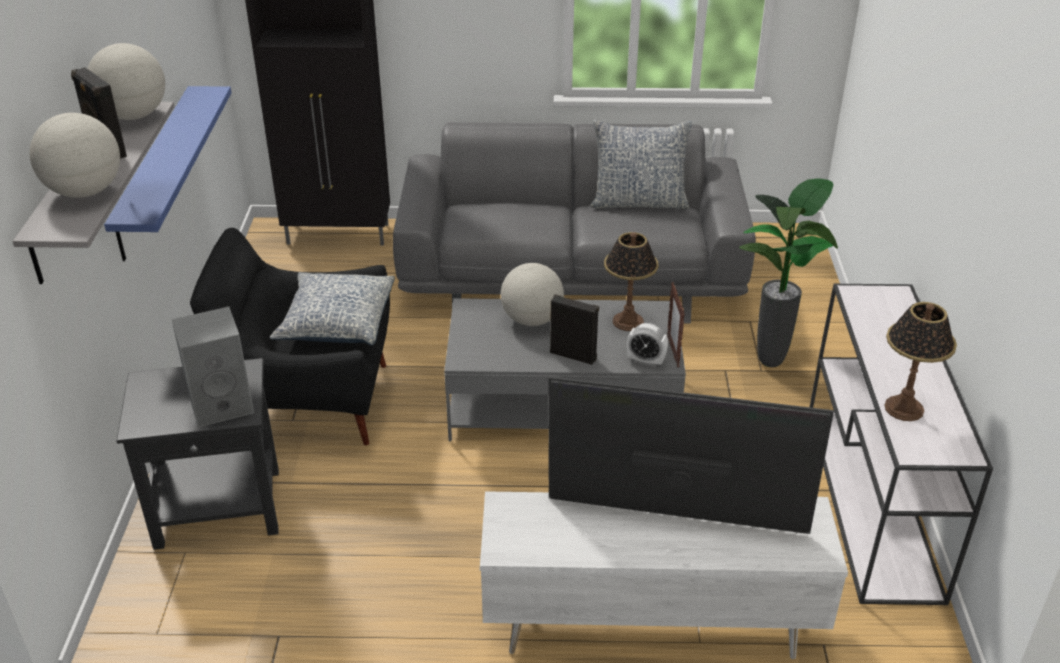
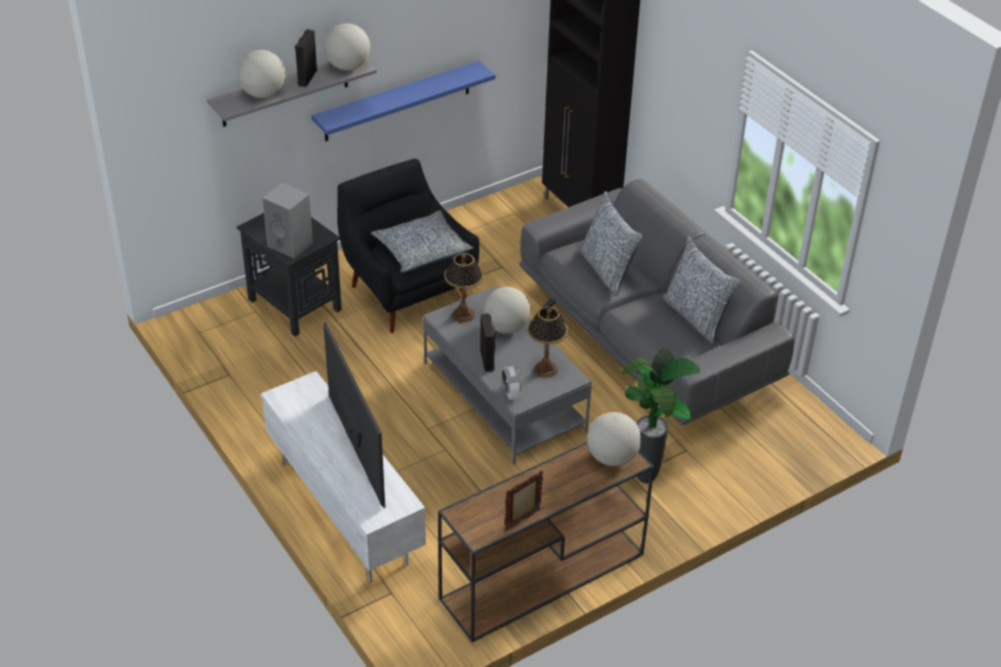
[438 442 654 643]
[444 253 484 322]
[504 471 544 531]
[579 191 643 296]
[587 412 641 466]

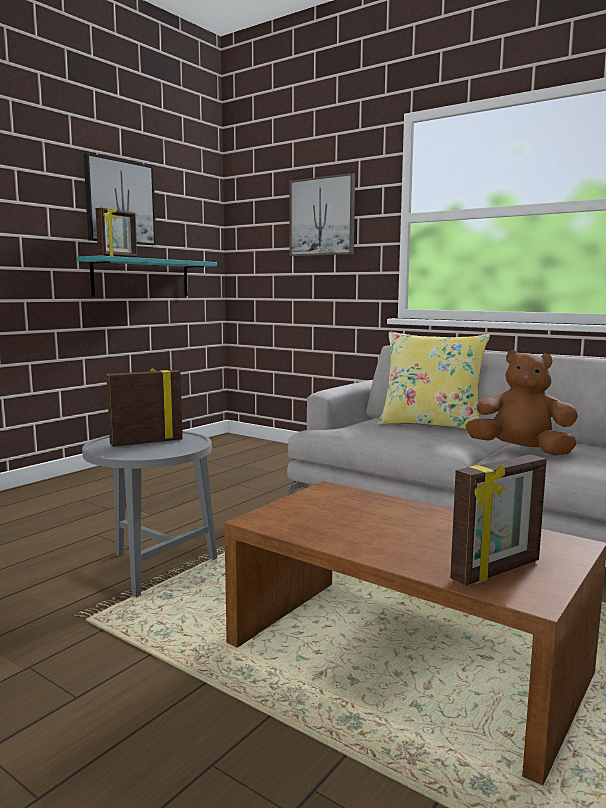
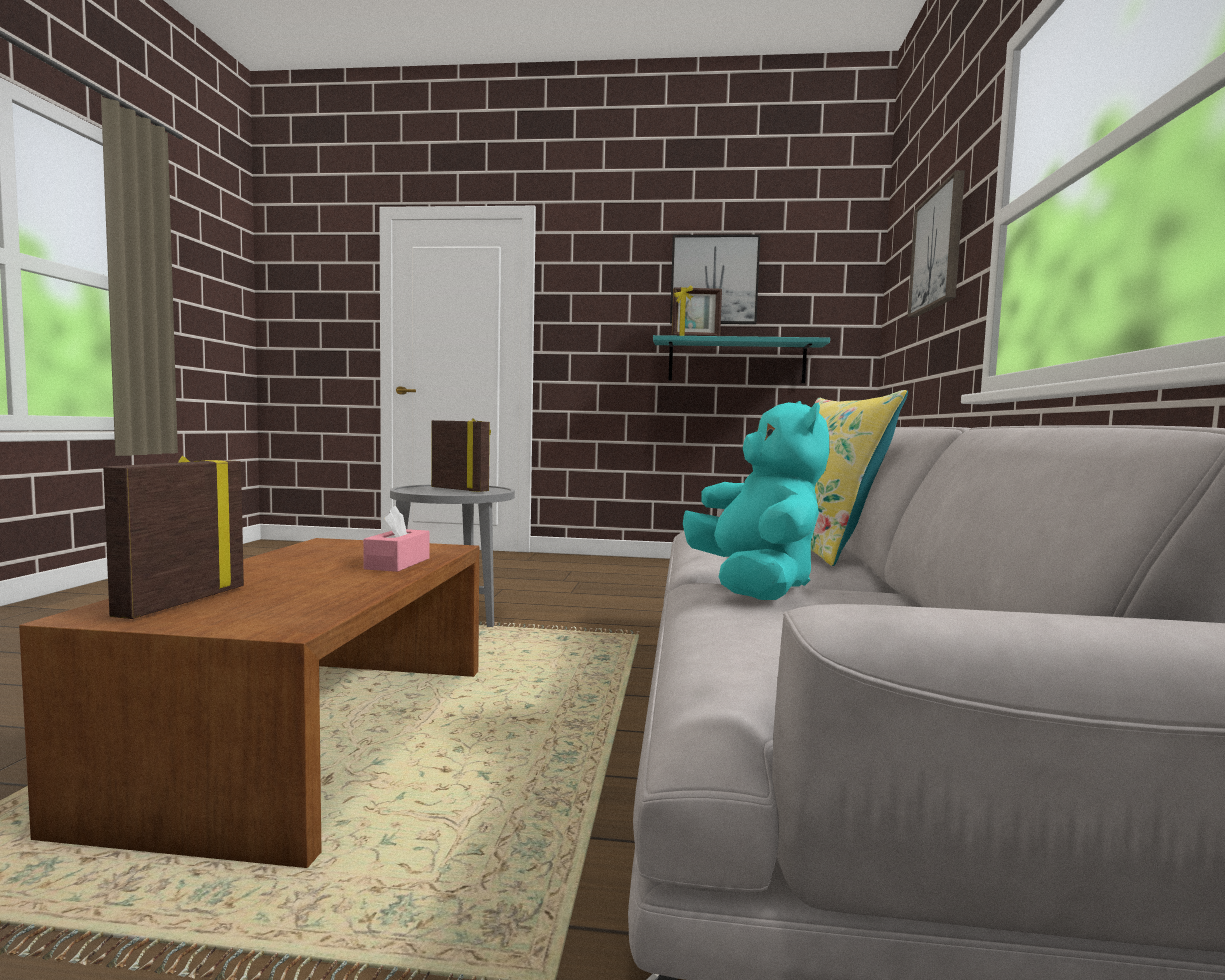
[103 456 244 619]
[363 506 429 572]
[683 401 829 600]

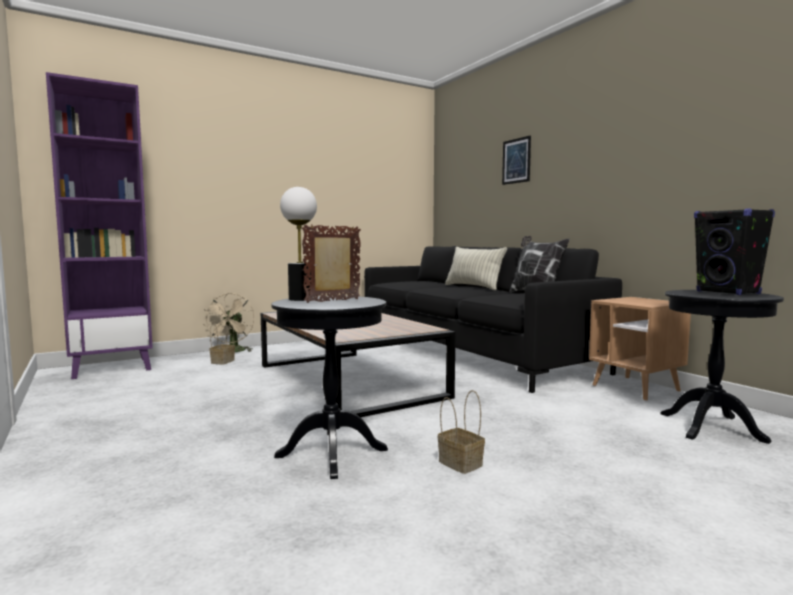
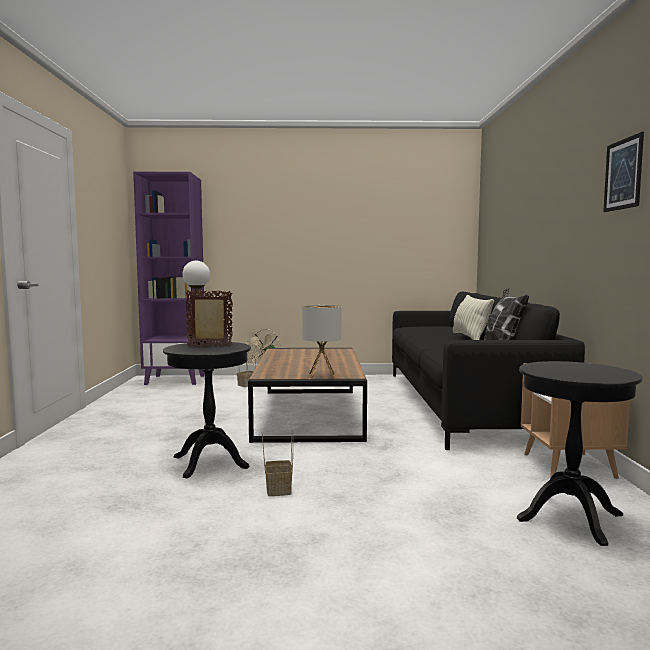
[302 305 341 379]
[603 132 644 212]
[694 208 775 295] (first image)

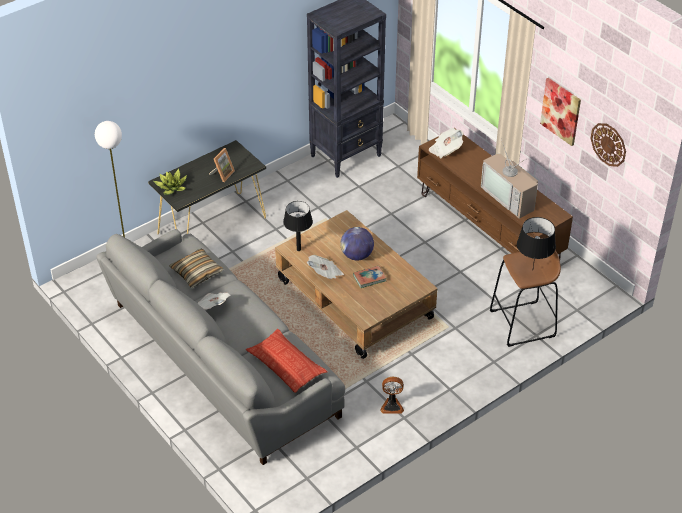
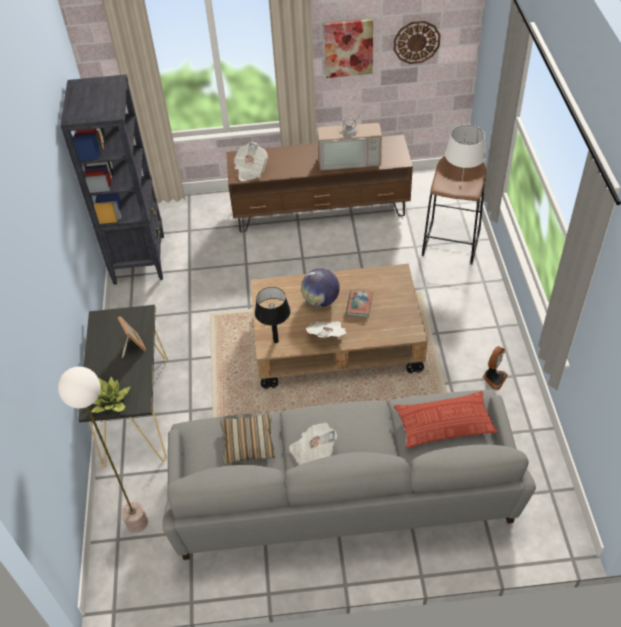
[445 124 486 181]

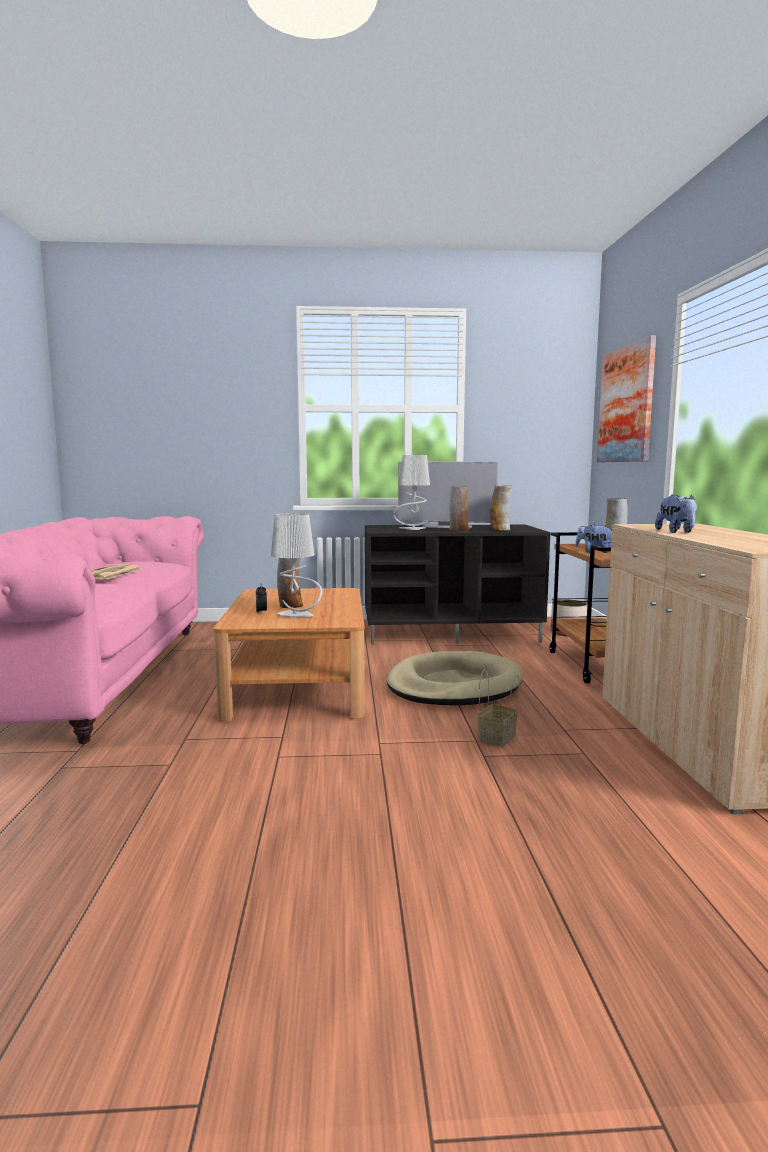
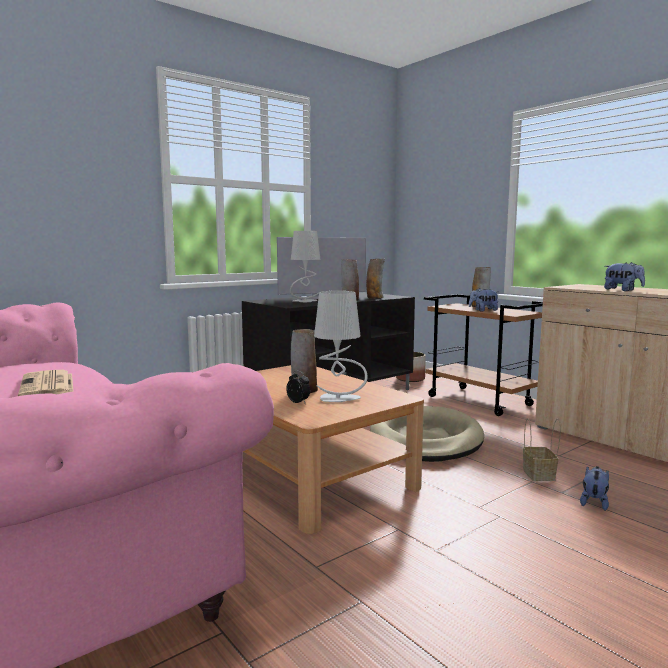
[580 466 609 511]
[597 335 656 462] (first image)

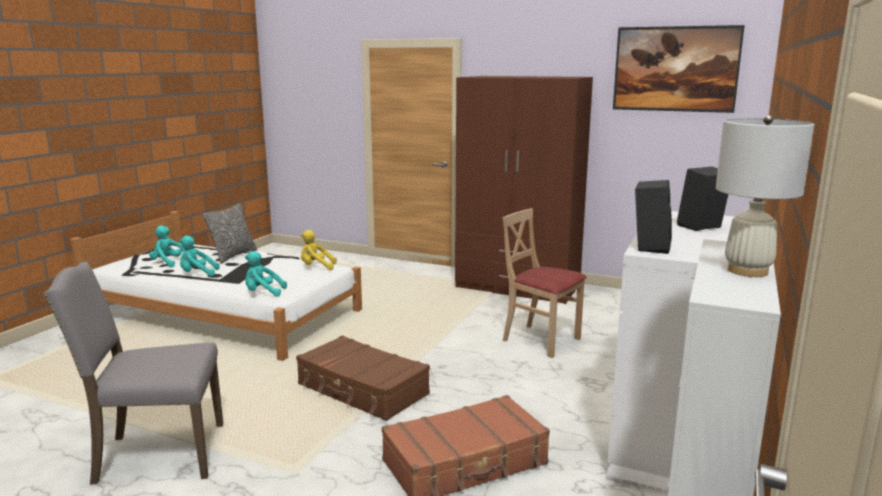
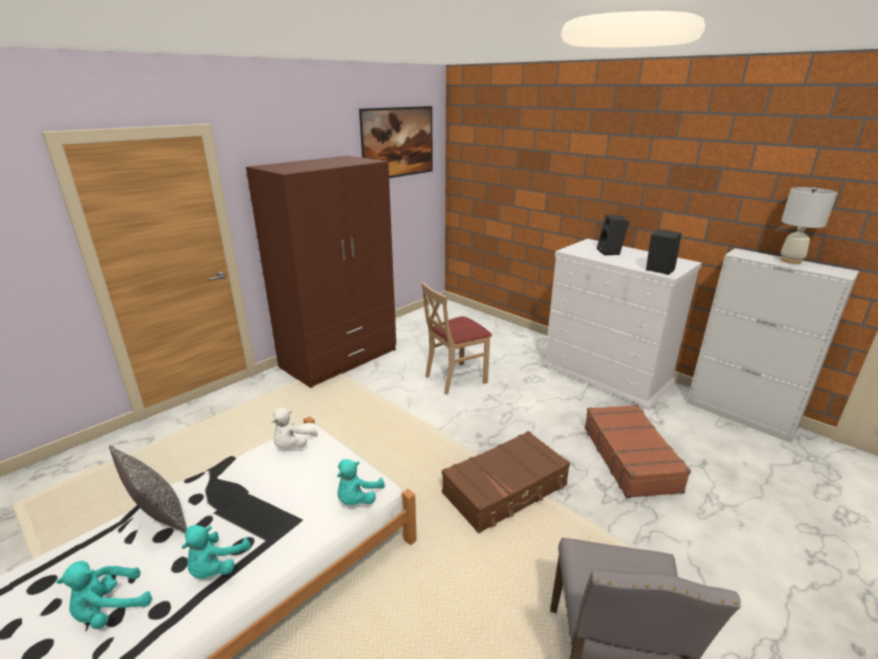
[272 408 318 448]

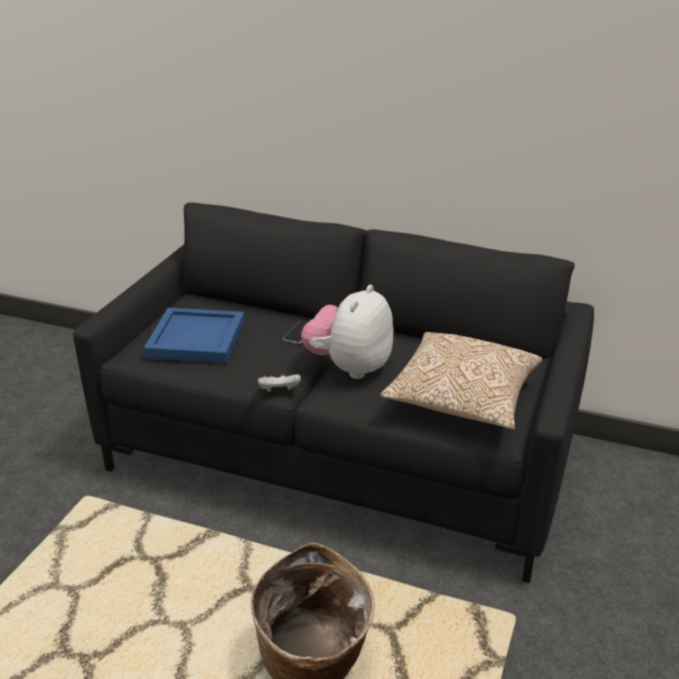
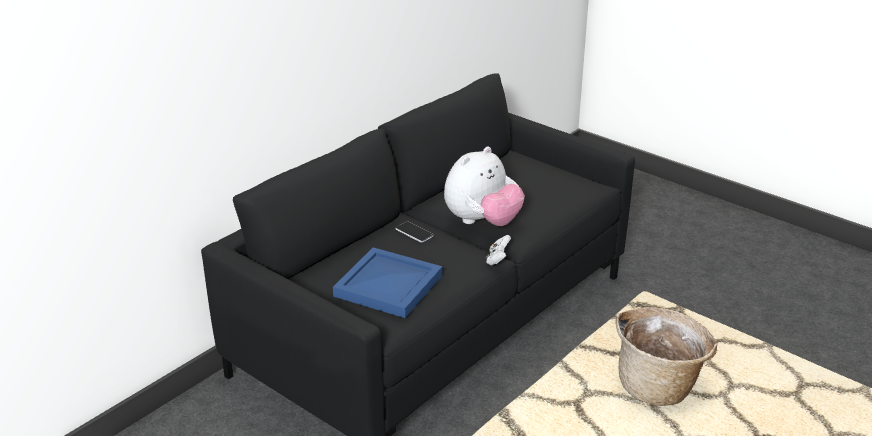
[444 147 525 226]
[380 332 542 429] (first image)

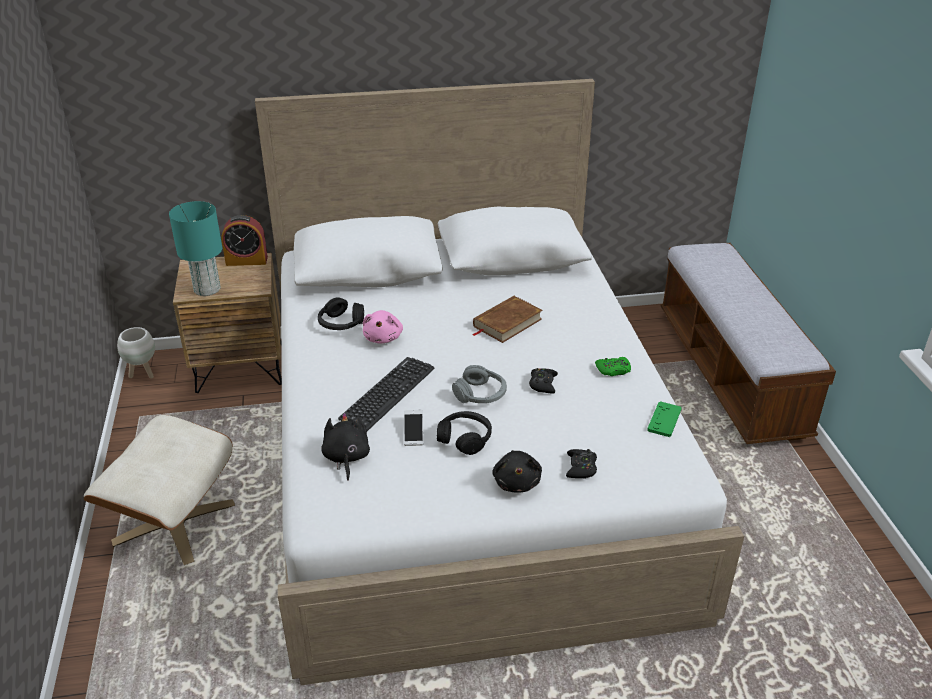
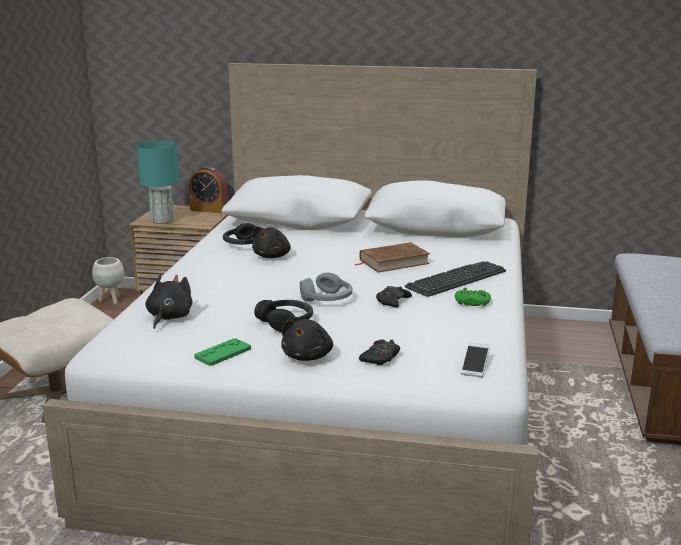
[194 338 251 366]
[252 226 291 258]
[405 261 506 297]
[461 342 490 378]

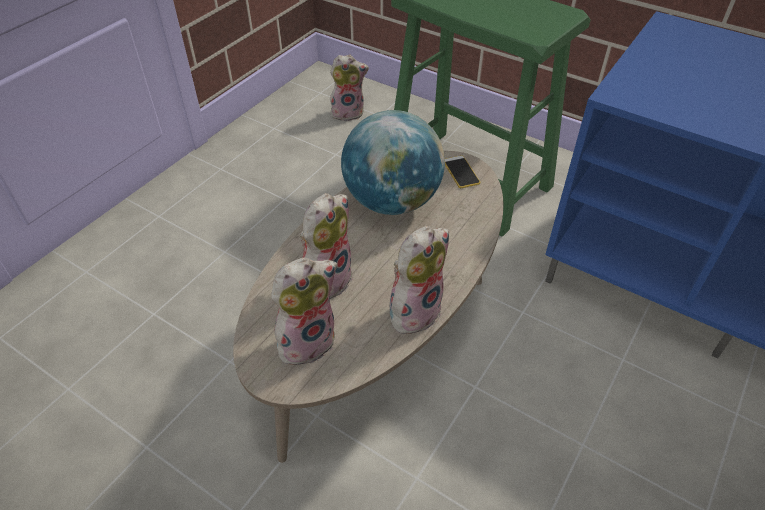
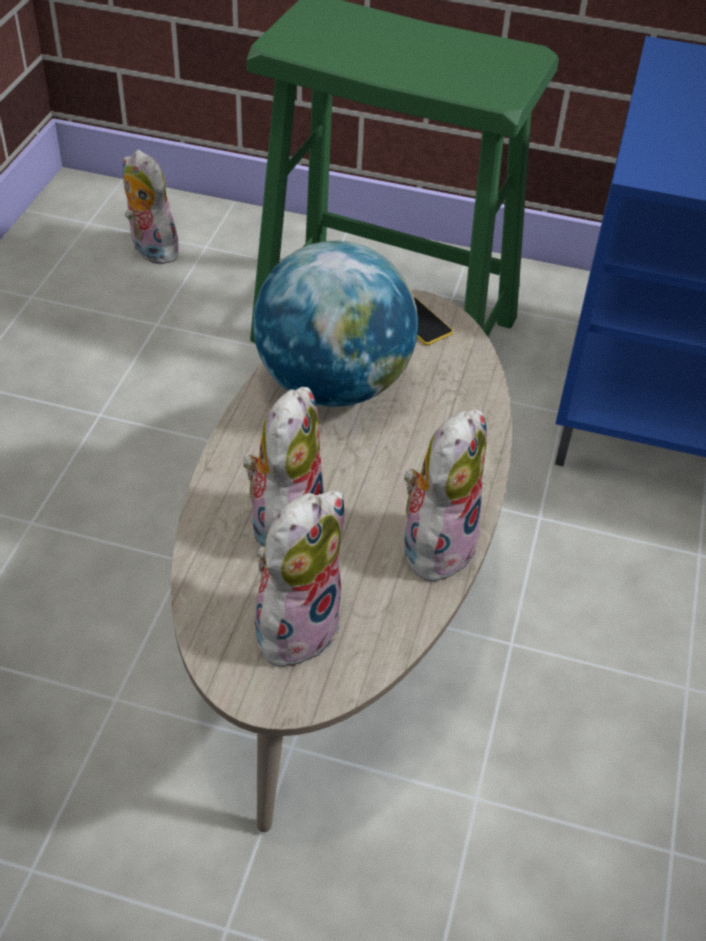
[123 150 179 264]

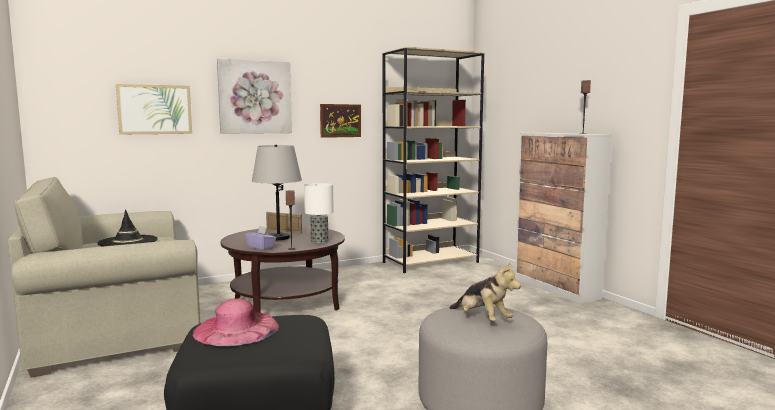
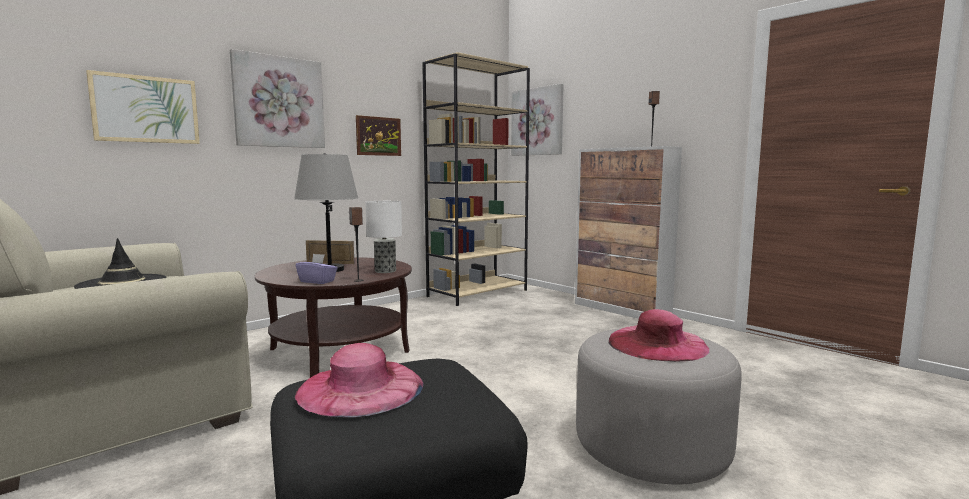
[511 84 564 156]
[609 309 710 362]

